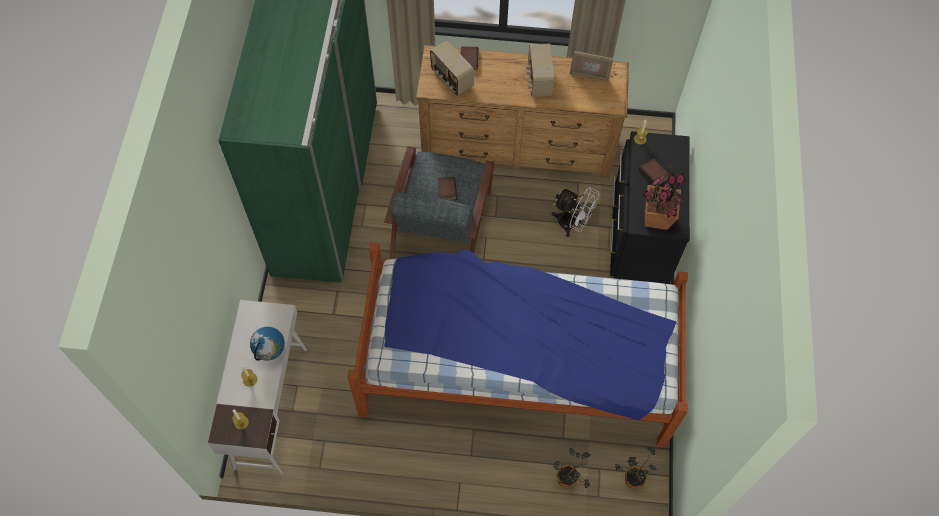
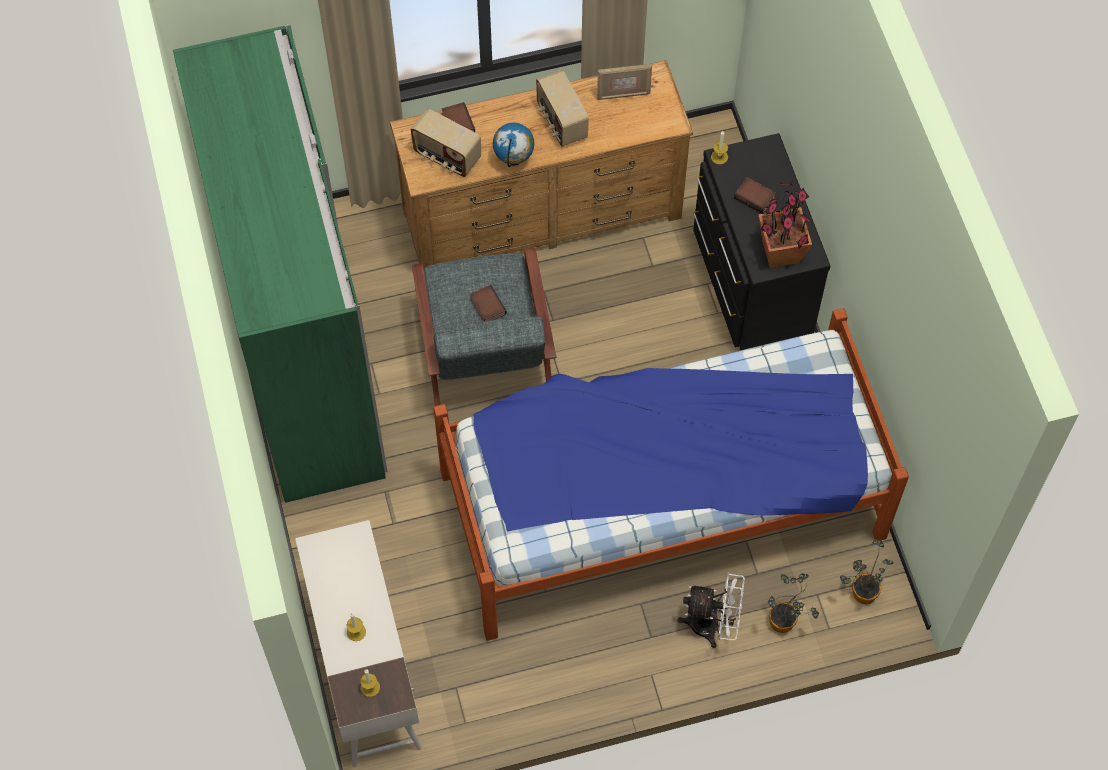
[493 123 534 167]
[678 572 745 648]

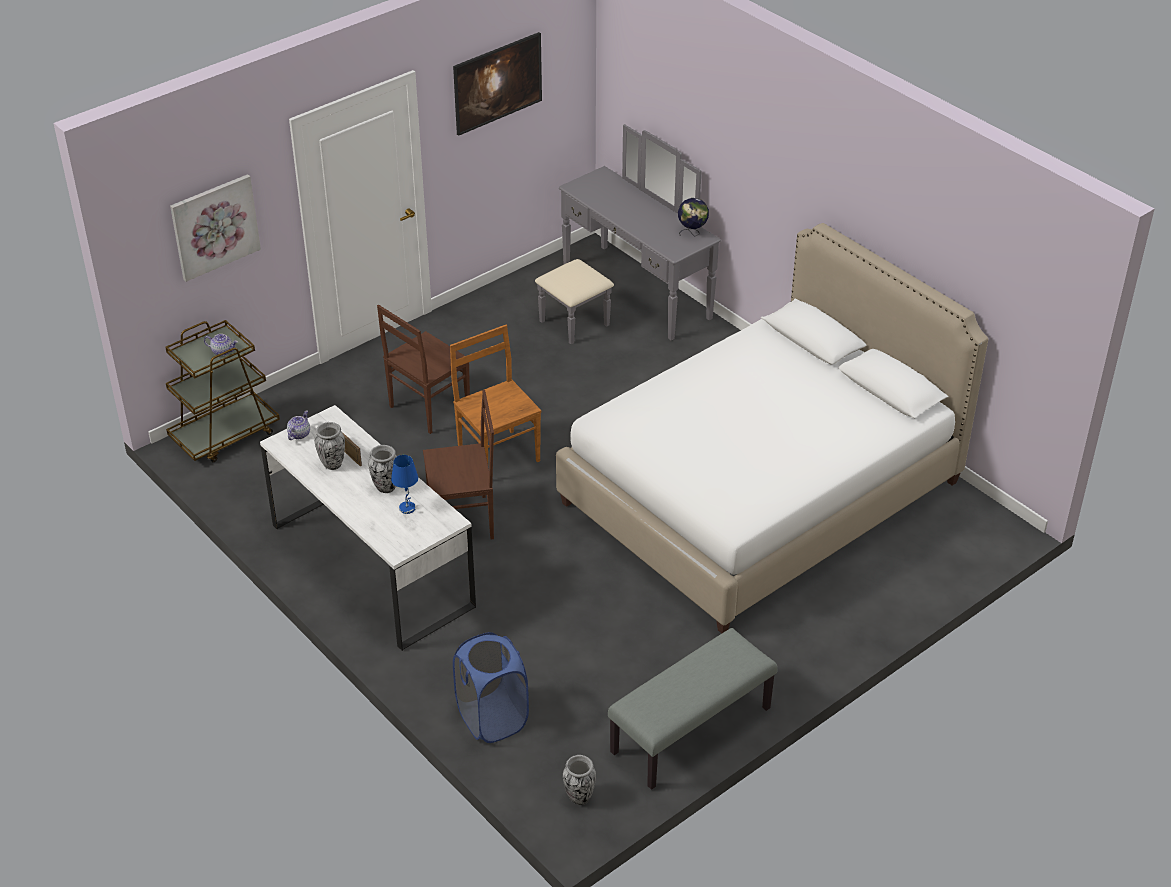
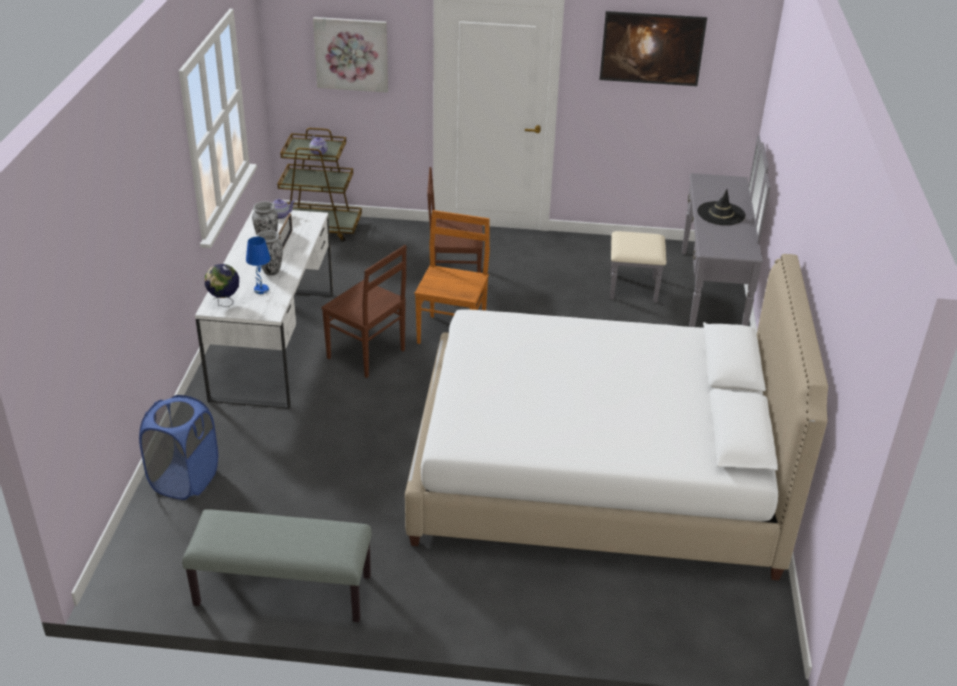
[205 264 239 307]
[697 189 746 225]
[563 755 596 805] (first image)

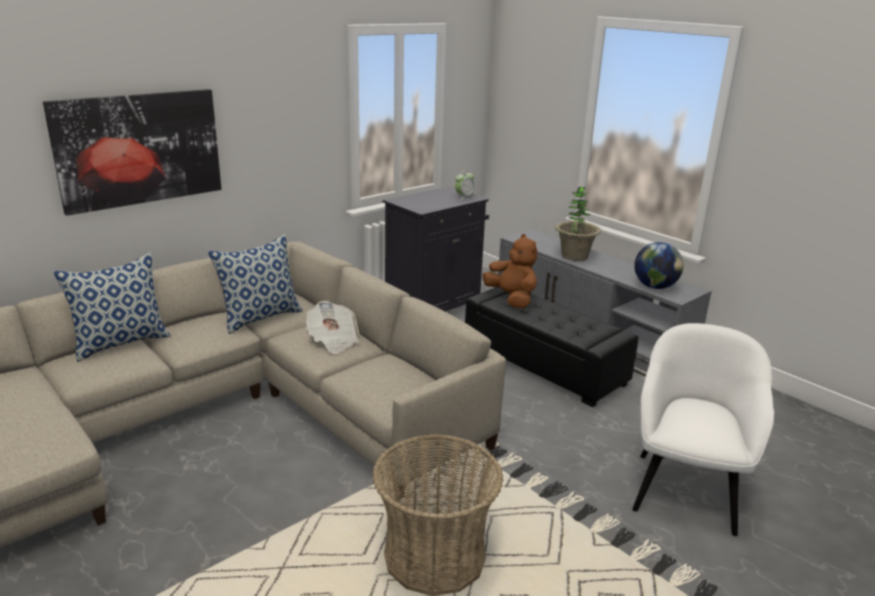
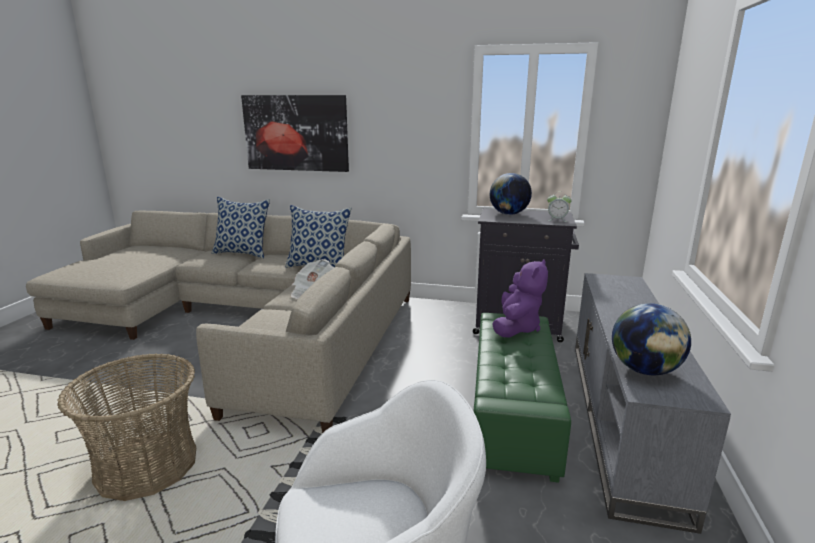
[473 313 571 483]
[490 173 532 215]
[492 259 548 337]
[555 187 601 261] (first image)

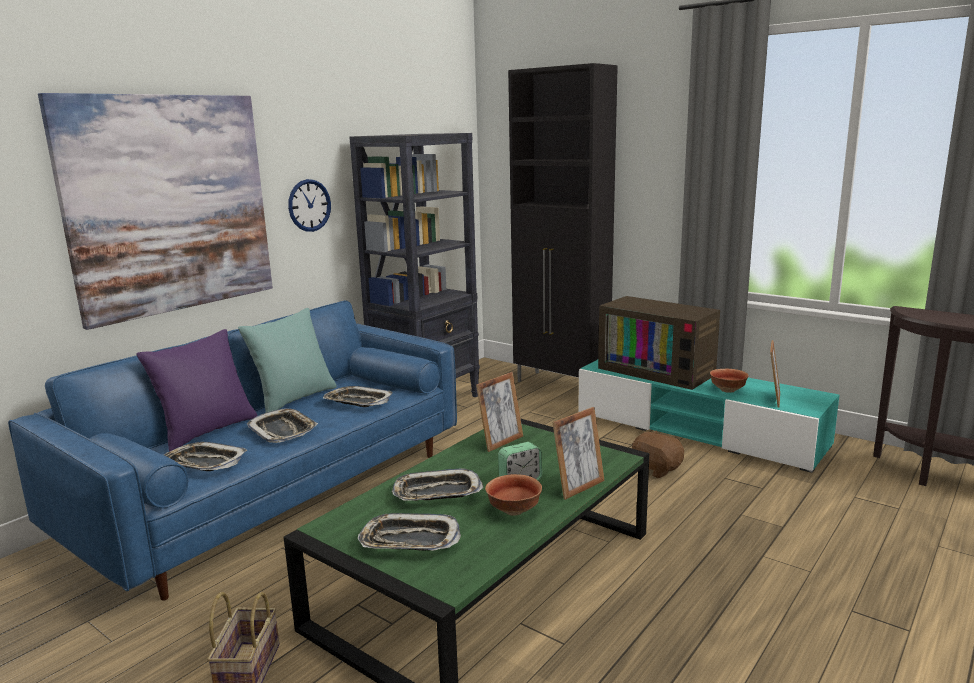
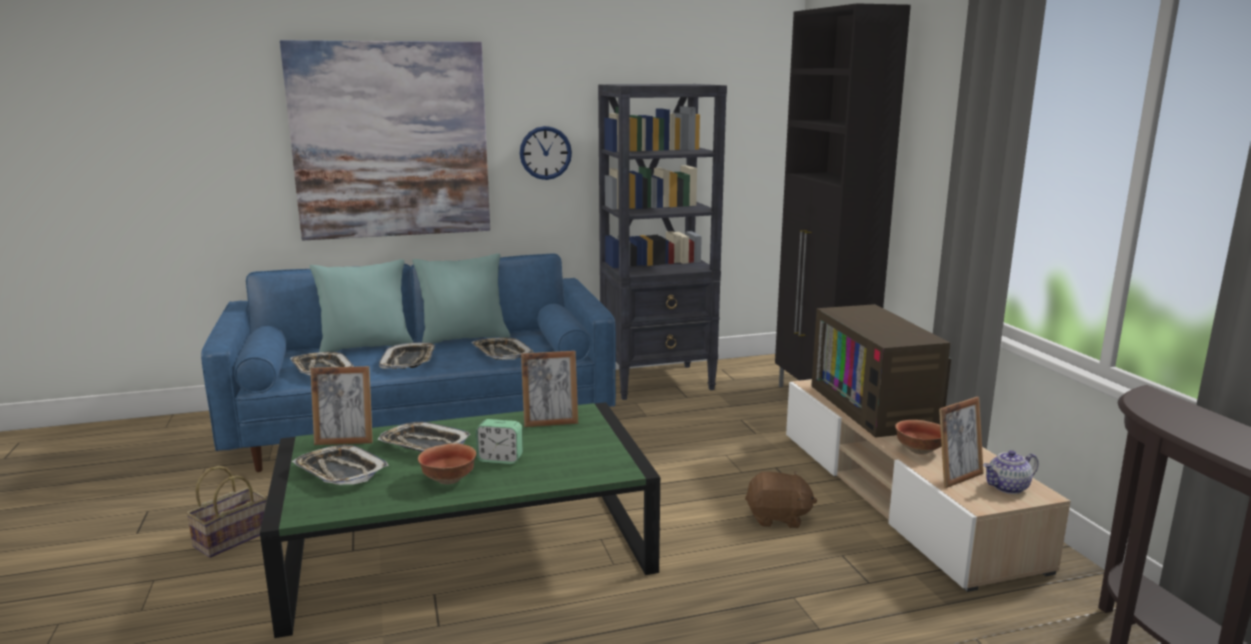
[310 259 414 352]
[310 366 373 445]
[745 471 817 528]
[786 379 1071 592]
[983 450 1039 494]

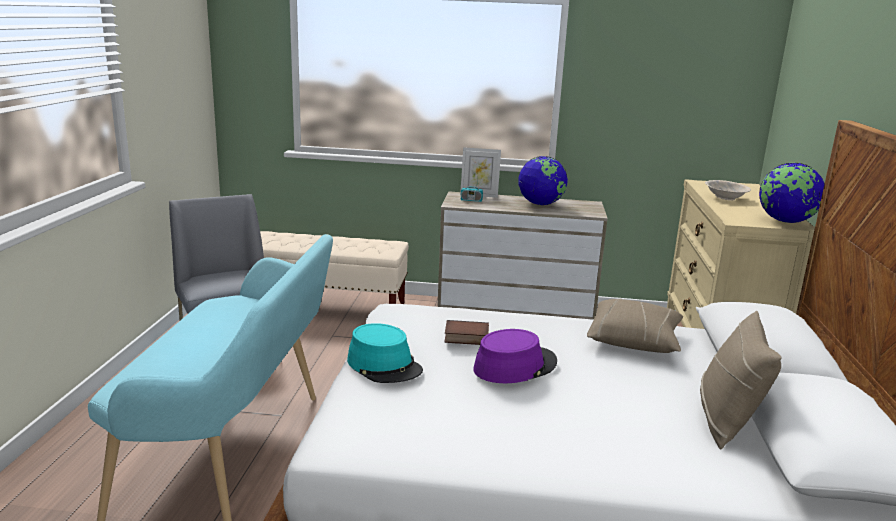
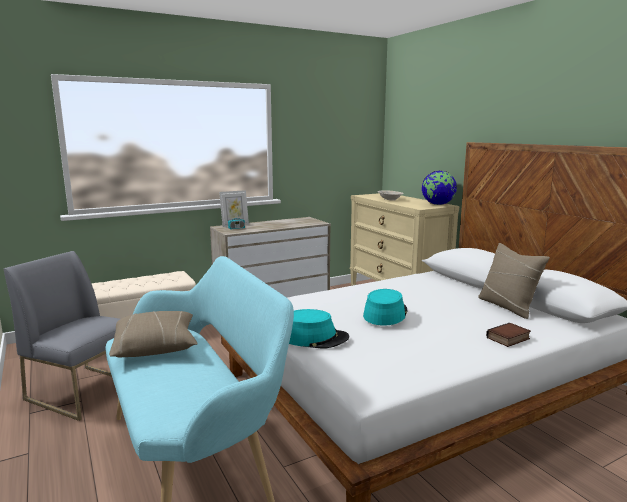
[109 311 198 358]
[363 289 408 326]
[486 323 531 347]
[518 156 568 205] (first image)

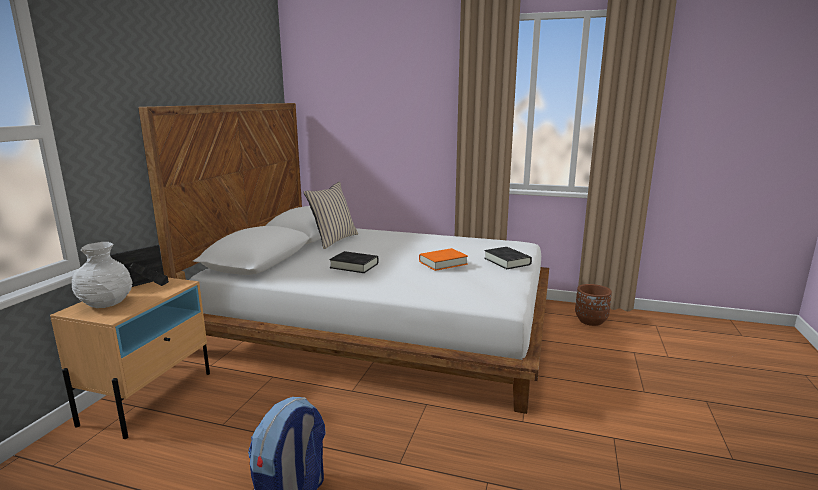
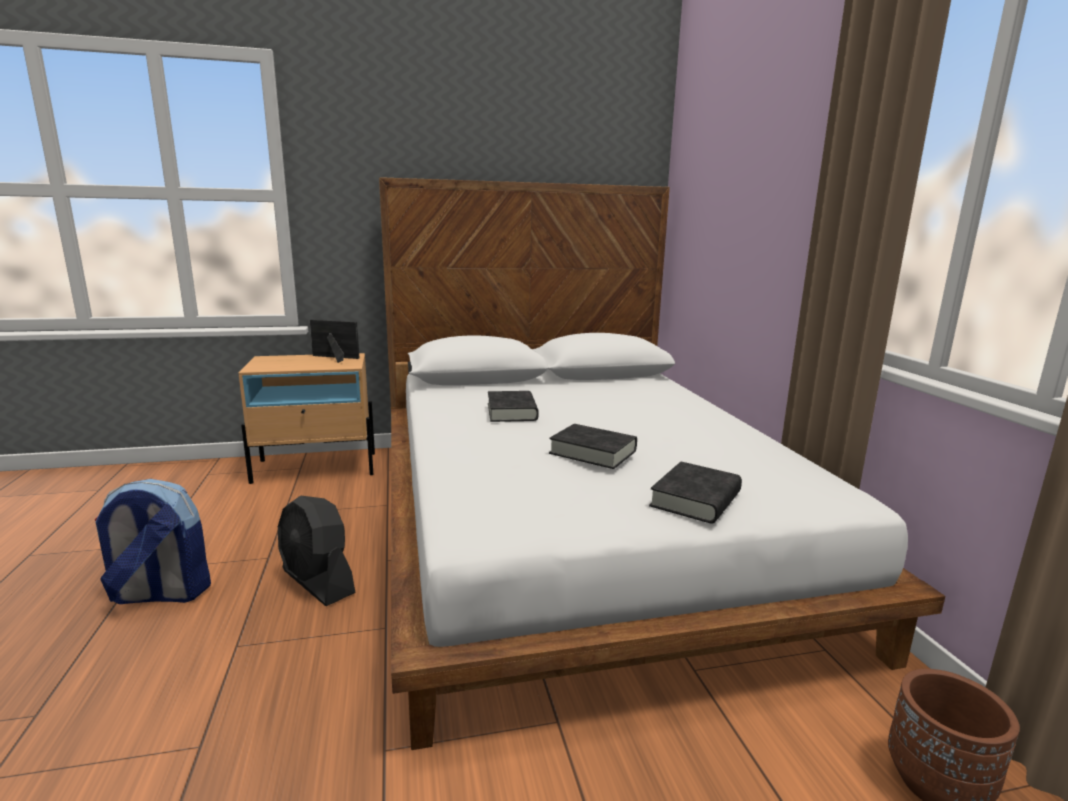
[278 496 355 606]
[549 424 637 469]
[72 242 133 308] (first image)
[304 182 358 249] (first image)

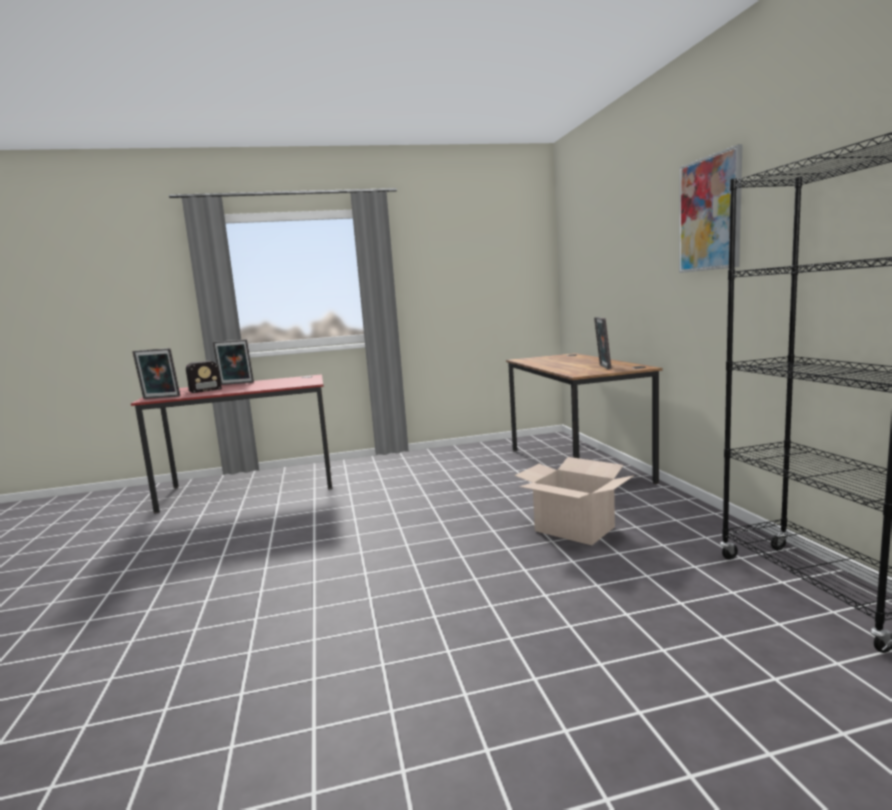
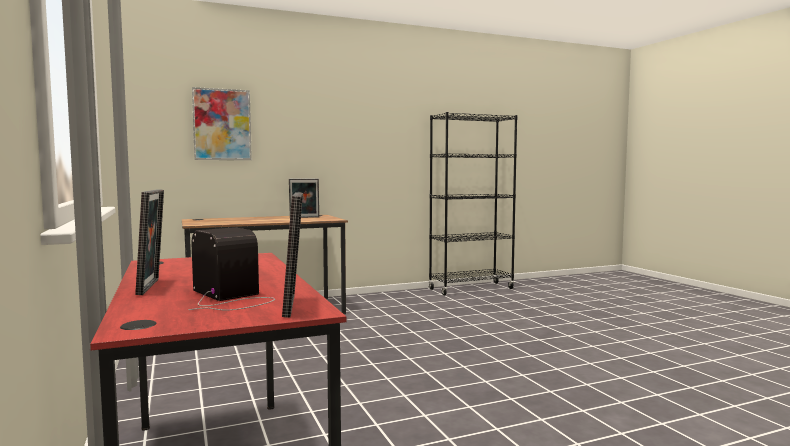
[192 87 252 160]
[515 457 635 545] (first image)

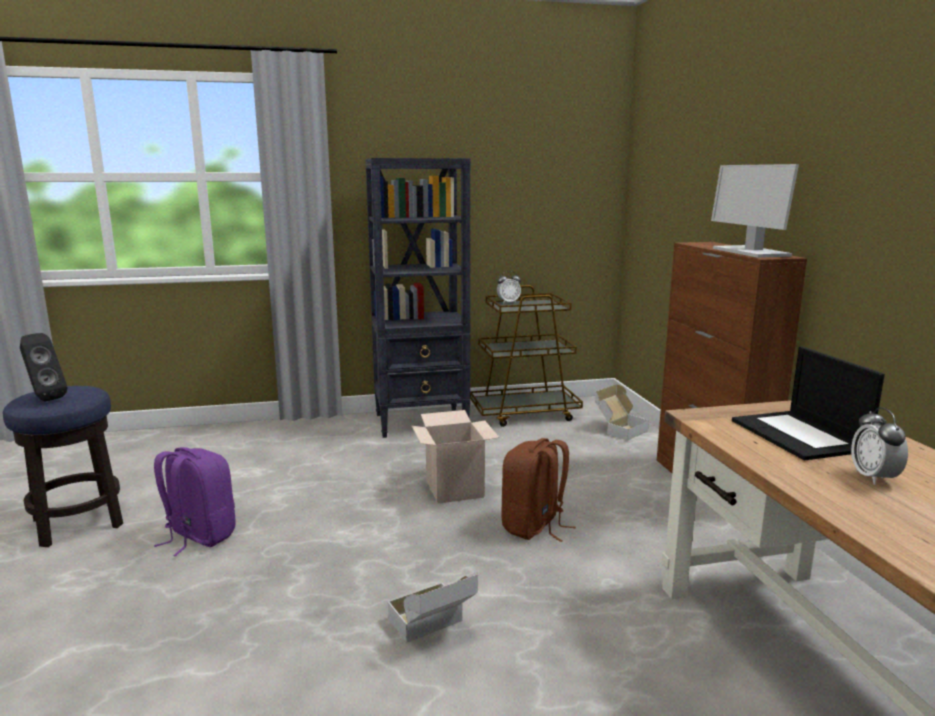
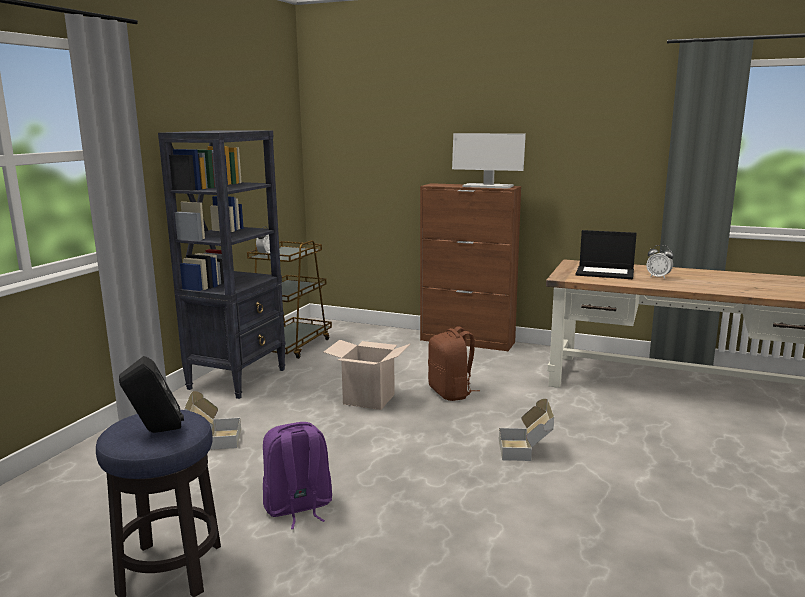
[184 391 241 450]

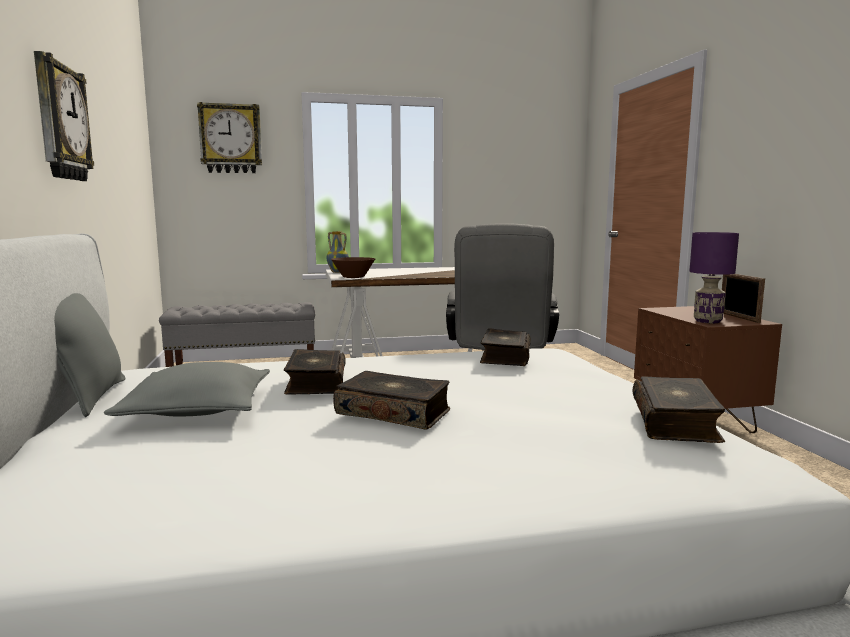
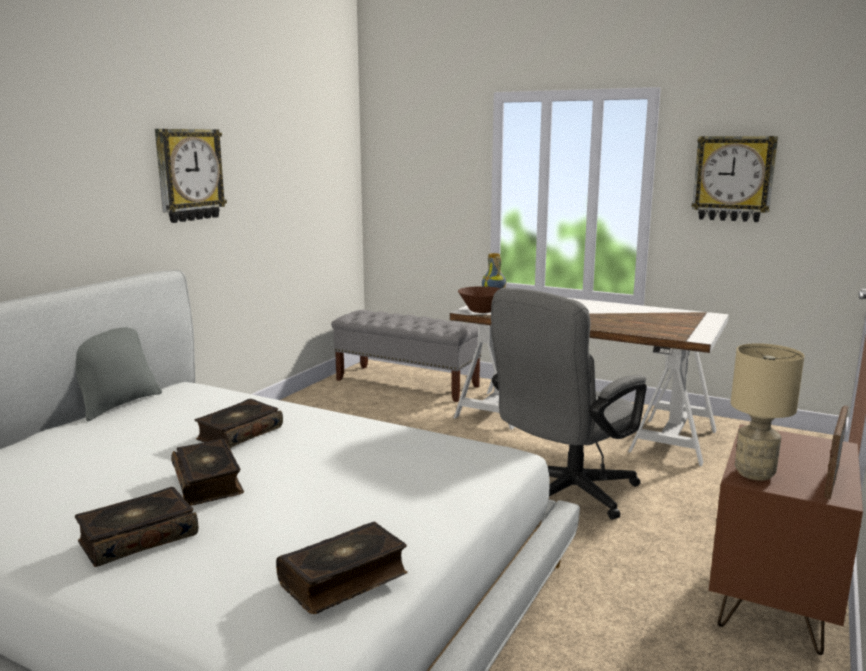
[75 487 198 567]
[692 136 778 222]
[731 343 804 481]
[104 362 270 416] (first image)

